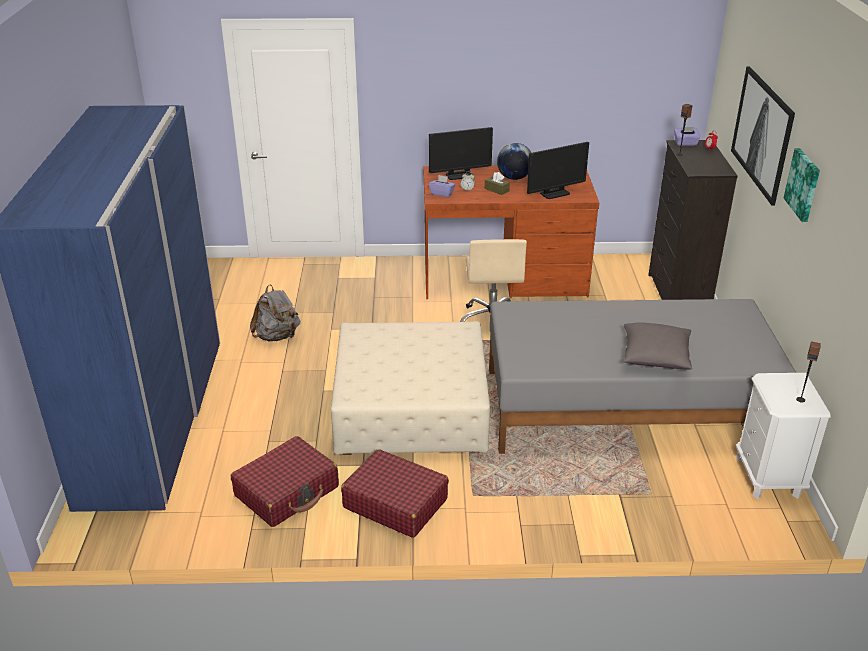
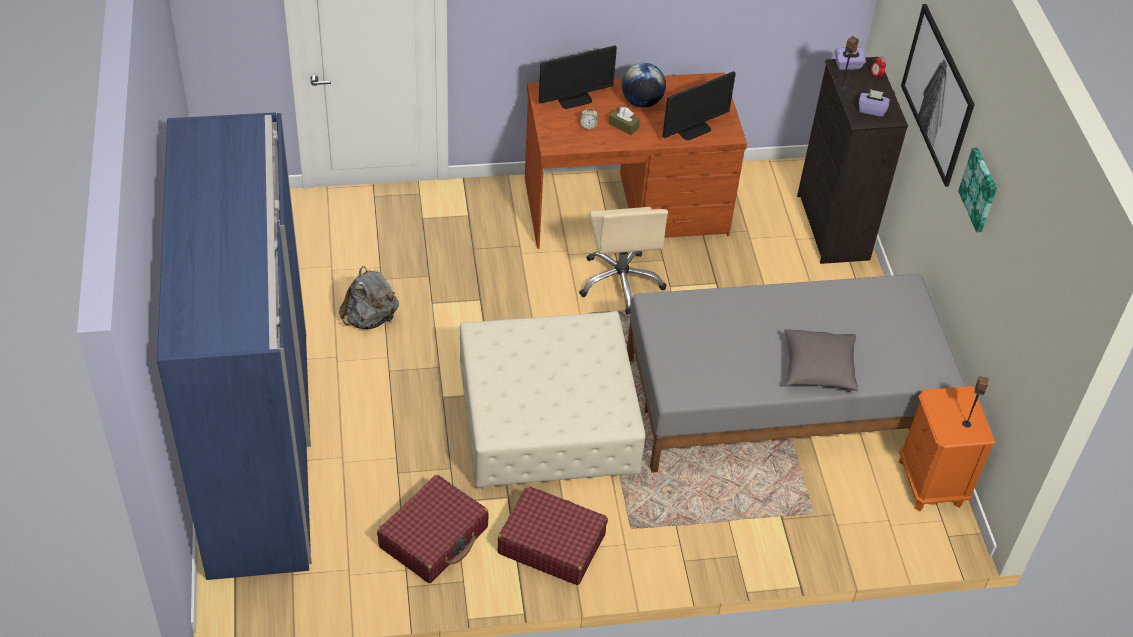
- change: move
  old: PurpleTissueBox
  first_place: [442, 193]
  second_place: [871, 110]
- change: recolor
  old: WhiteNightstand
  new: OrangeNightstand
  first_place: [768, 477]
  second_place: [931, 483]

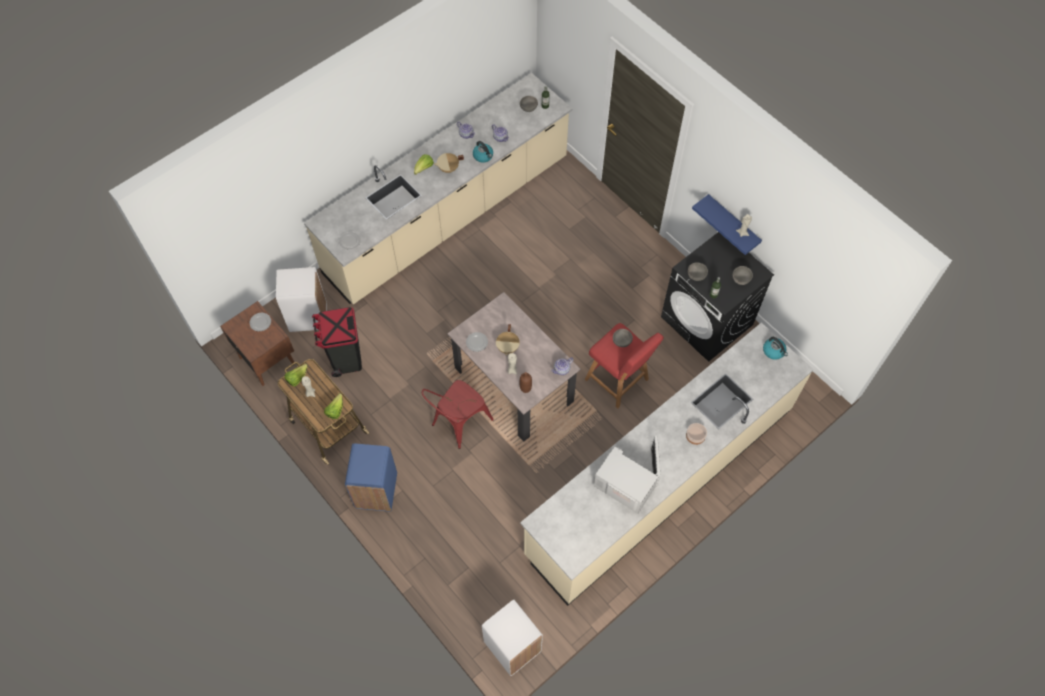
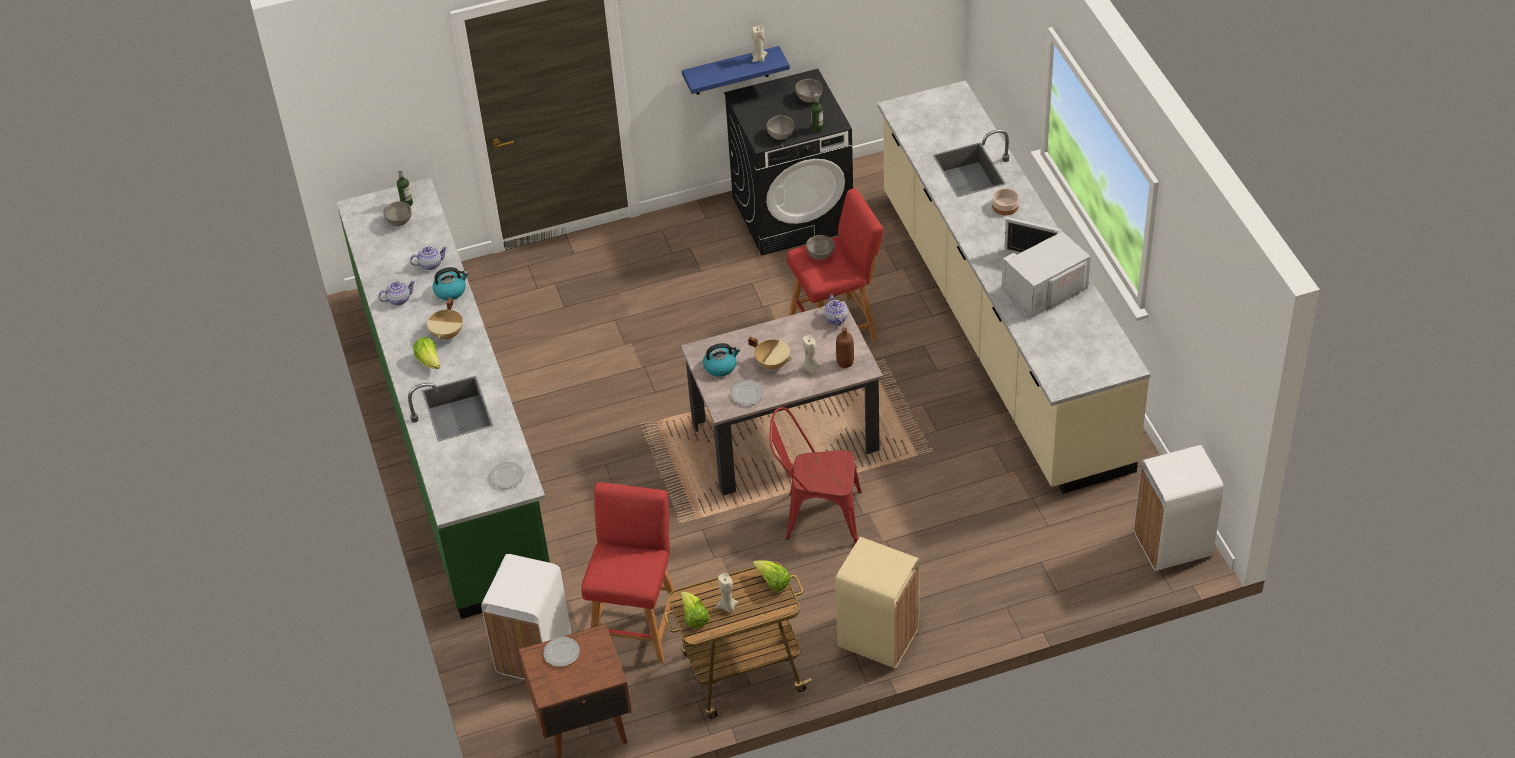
- change: recolor
  old: BeigeCounter
  new: GreenCounter
  first_place: [448, 216]
  second_place: [454, 436]
- change: replace
  old: BlackTrashCan
  new: RedStool
  first_place: [346, 358]
  second_place: [636, 623]
- change: move
  old: Kettle
  first_place: [774, 351]
  second_place: [720, 366]
- change: rotate
  old: RedChair
  first_place: [458, 424]
  second_place: [816, 516]
  degrees: 120
- change: recolor
  old: BlueTrashCan
  new: BeigeTrashCan
  first_place: [376, 491]
  second_place: [878, 639]

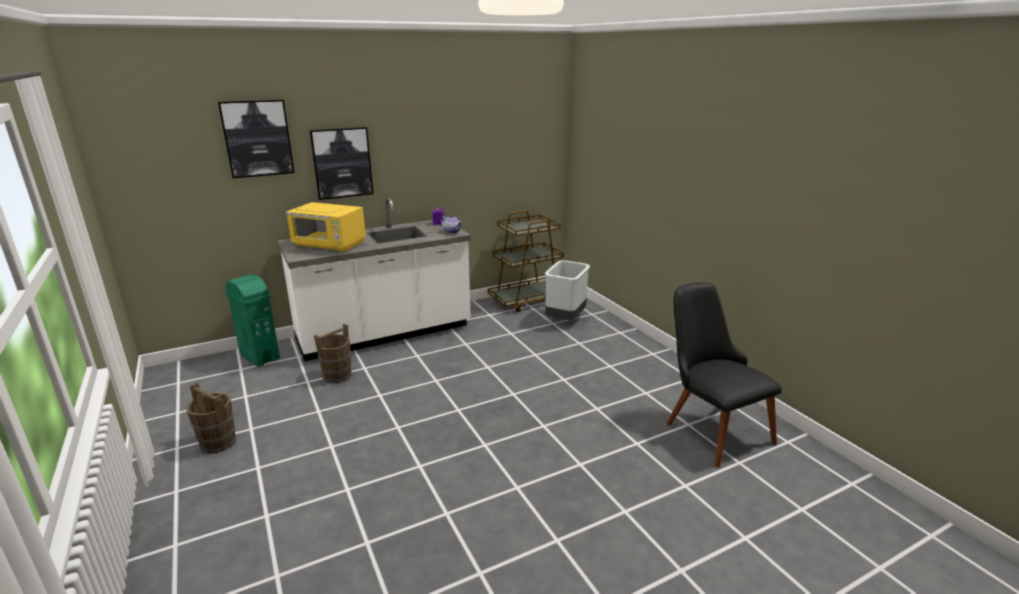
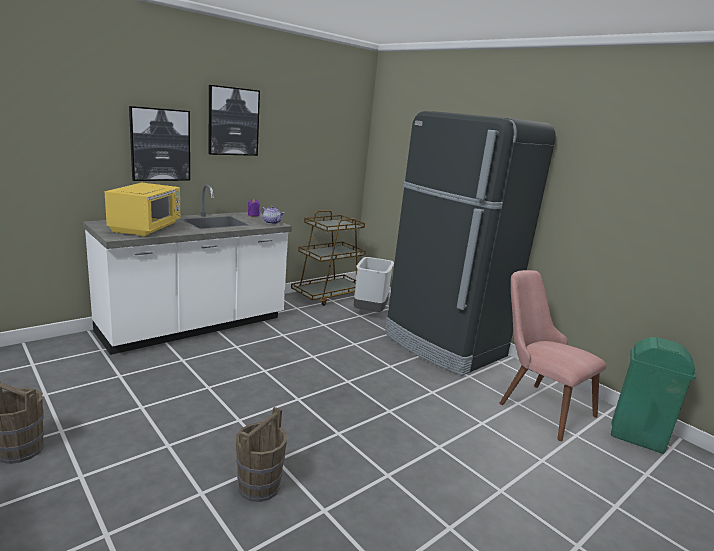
- change: rotate
  old: YellowMicrowave
  first_place: [329, 245]
  second_place: [147, 228]
  degrees: -90
- change: move
  old: Picture
  first_place: [257, 138]
  second_place: [233, 121]
- change: move
  old: BrownBucket
  first_place: [337, 375]
  second_place: [259, 486]
- change: insert
  new: BlackFridge
  second_place: [443, 346]
- change: recolor
  old: BlackChair
  new: PinkChair
  first_place: [709, 426]
  second_place: [536, 404]
- change: move
  old: GreenTrashCan
  first_place: [260, 356]
  second_place: [635, 437]

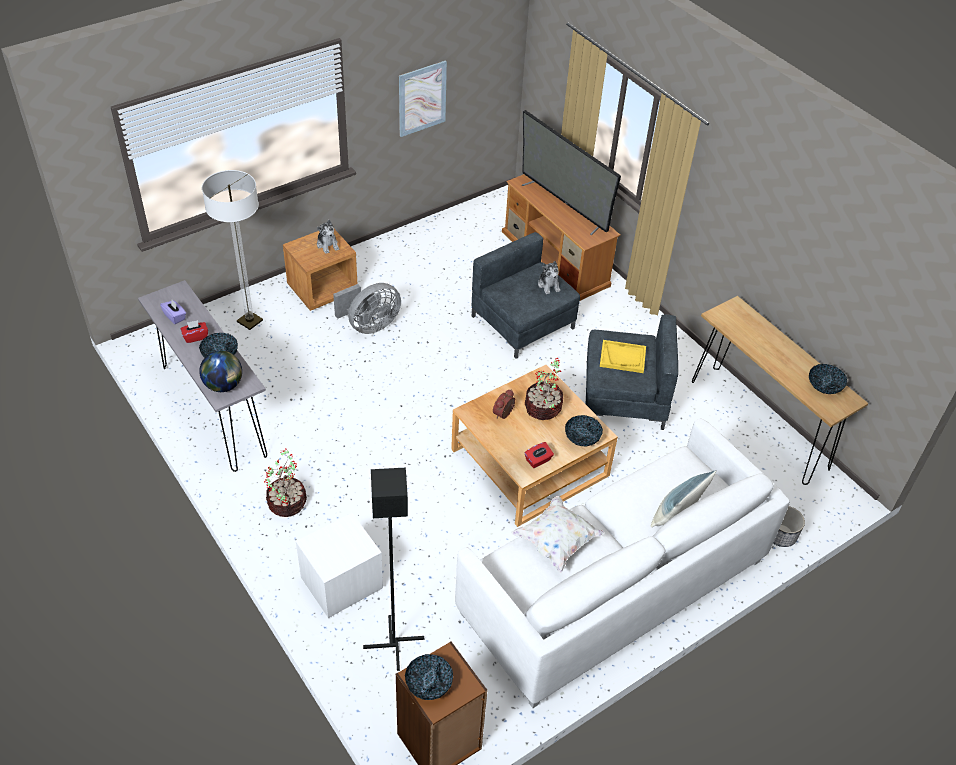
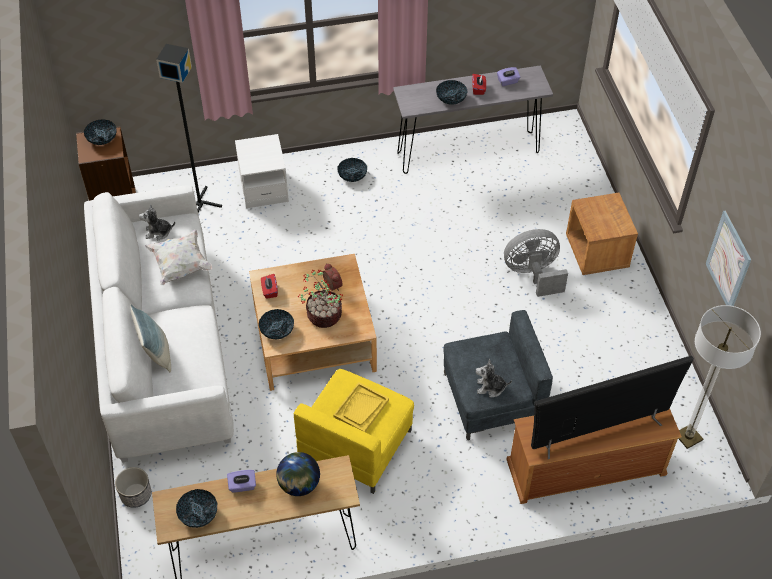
- change: move
  old: PlushToy
  first_place: [327, 245]
  second_place: [158, 232]
- change: insert
  new: PurpleTissueBox
  second_place: [242, 486]
- change: move
  old: Globe
  first_place: [224, 385]
  second_place: [299, 485]
- change: recolor
  old: GreyArmchair
  new: YellowArmchair
  first_place: [623, 395]
  second_place: [356, 444]
- change: replace
  old: PottedPlant
  new: Bowl
  first_place: [287, 502]
  second_place: [352, 175]
- change: rotate
  old: GreyFan
  first_place: [369, 325]
  second_place: [533, 274]
  degrees: 90
- change: move
  old: FloorLamp
  first_place: [250, 321]
  second_place: [688, 437]

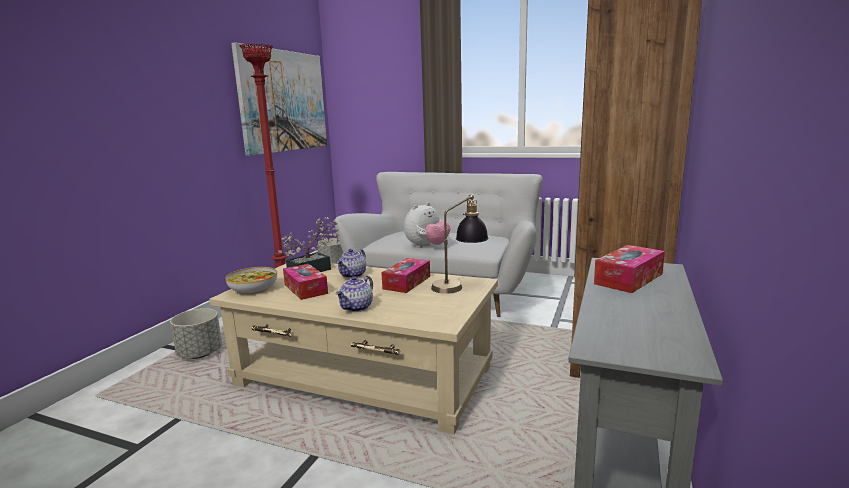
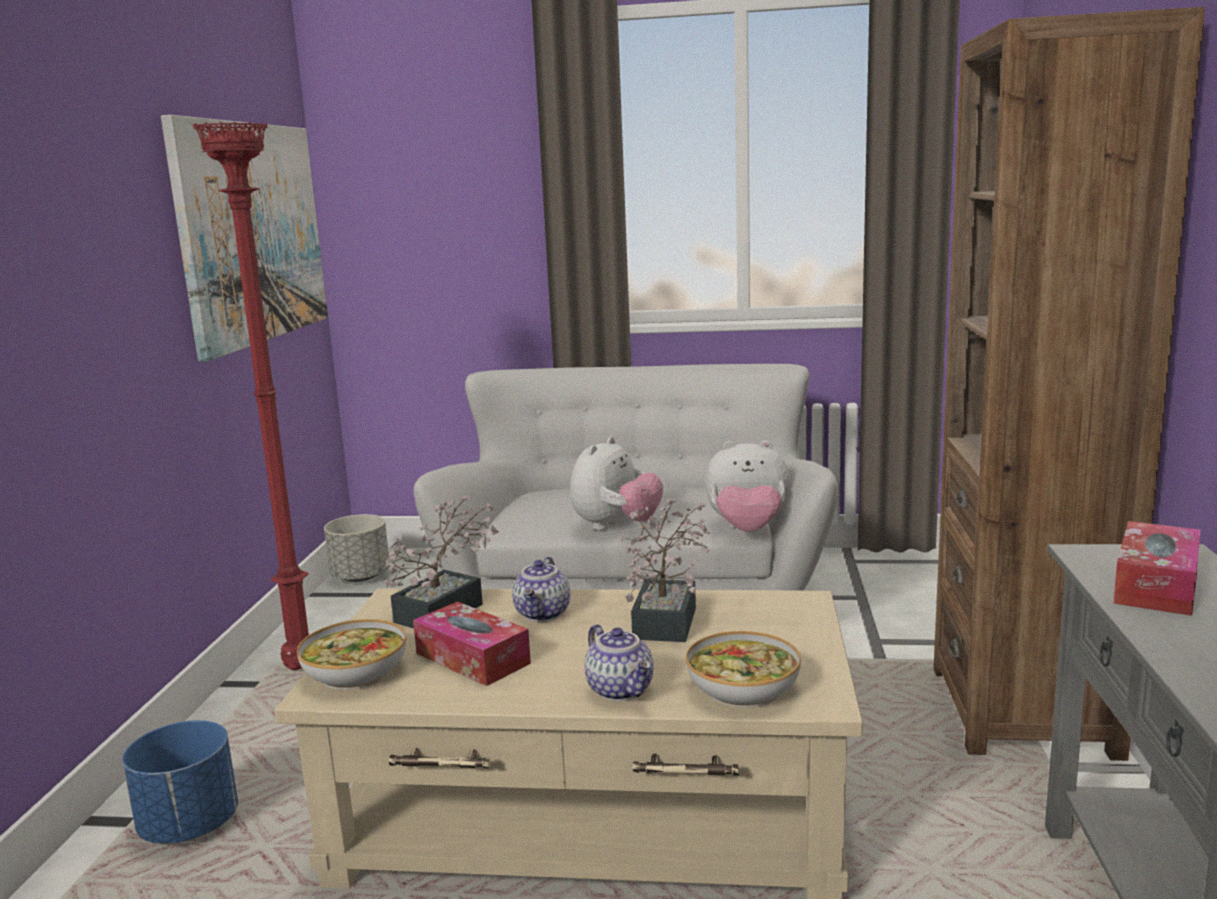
- change: recolor
  old: GreyPlanter
  new: BluePlanter
  first_place: [200, 354]
  second_place: [189, 826]
- change: rotate
  old: Teapot
  first_place: [357, 308]
  second_place: [622, 690]
  degrees: -45
- change: replace
  old: TissueBox
  new: PottedPlant
  first_place: [407, 282]
  second_place: [668, 618]
- change: insert
  new: Bowl
  second_place: [743, 688]
- change: insert
  new: PlushToy
  second_place: [748, 530]
- change: delete
  old: TableLamp
  first_place: [459, 286]

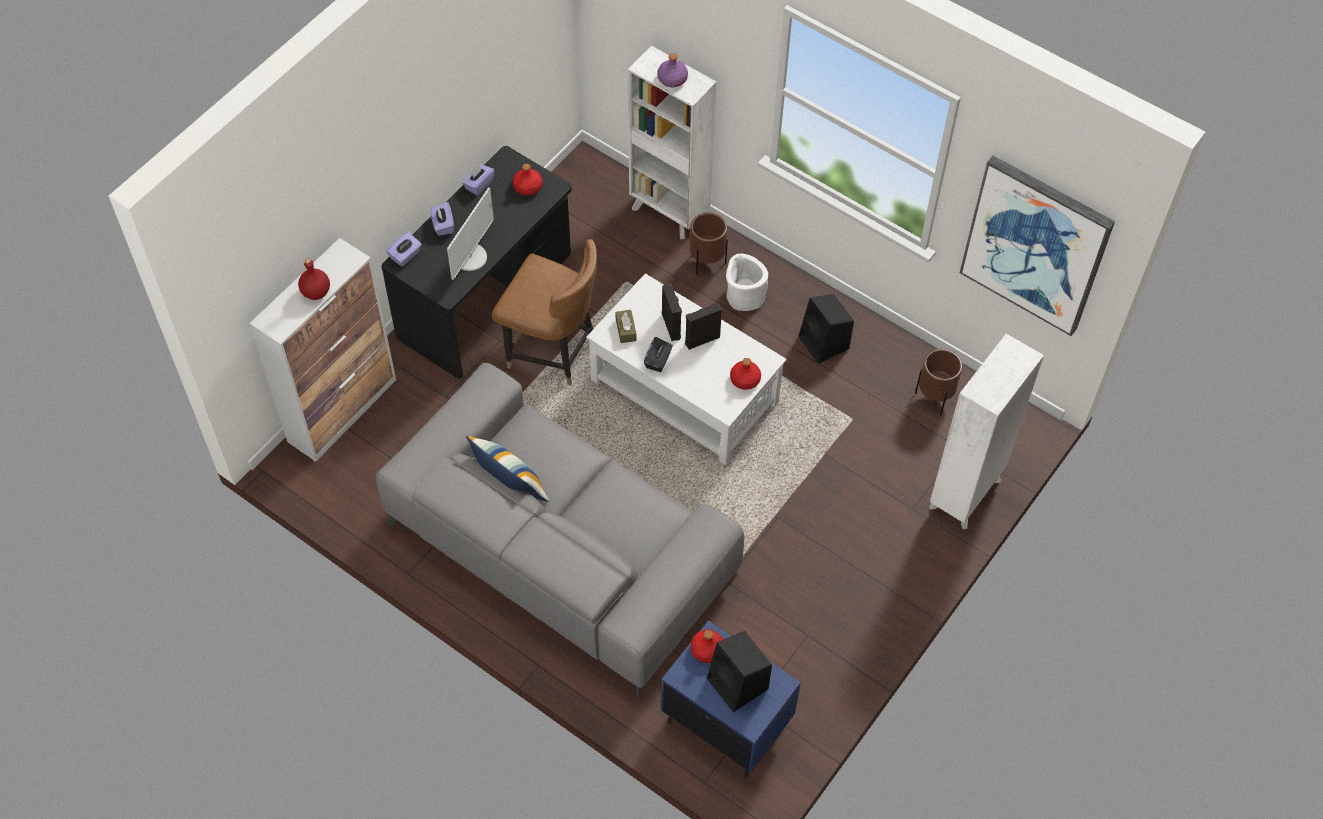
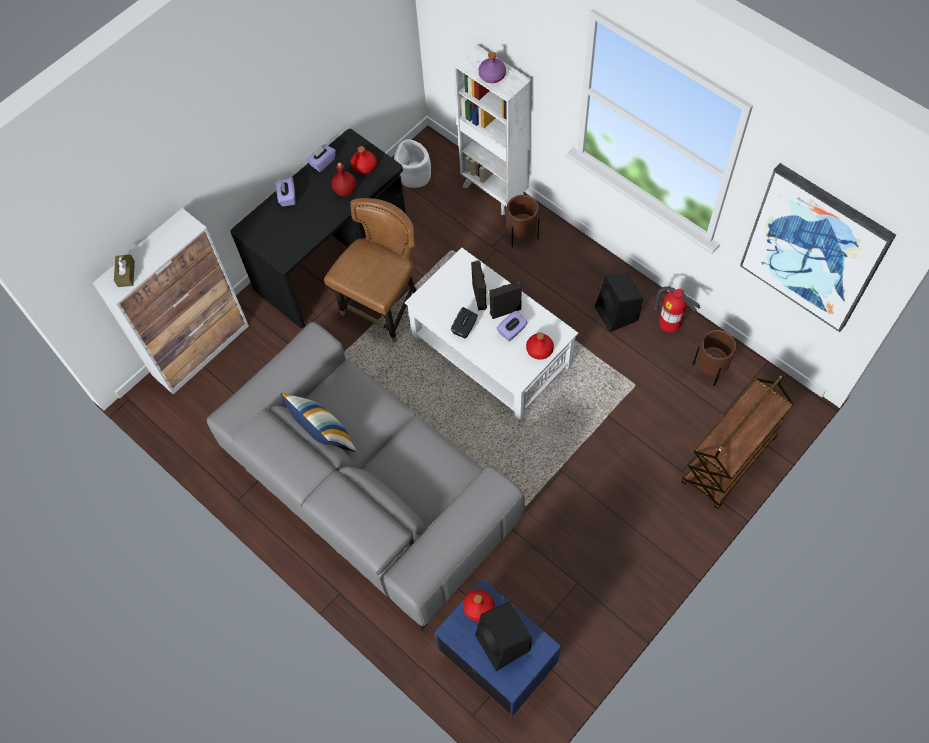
- change: move
  old: BrownTissueBox
  first_place: [625, 330]
  second_place: [126, 274]
- change: rotate
  old: BrownChair
  first_place: [553, 351]
  second_place: [383, 308]
  degrees: -90
- change: move
  old: RedBottle
  first_place: [315, 292]
  second_place: [345, 190]
- change: move
  old: WhitePlanter
  first_place: [744, 296]
  second_place: [414, 176]
- change: move
  old: PurpleTissueBox
  first_place: [405, 256]
  second_place: [512, 331]
- change: insert
  new: FireExtinguisher
  second_place: [669, 326]
- change: replace
  old: WhiteBookcase
  new: BrownCart
  first_place: [964, 495]
  second_place: [728, 461]
- change: delete
  old: Monitor
  first_place: [470, 257]

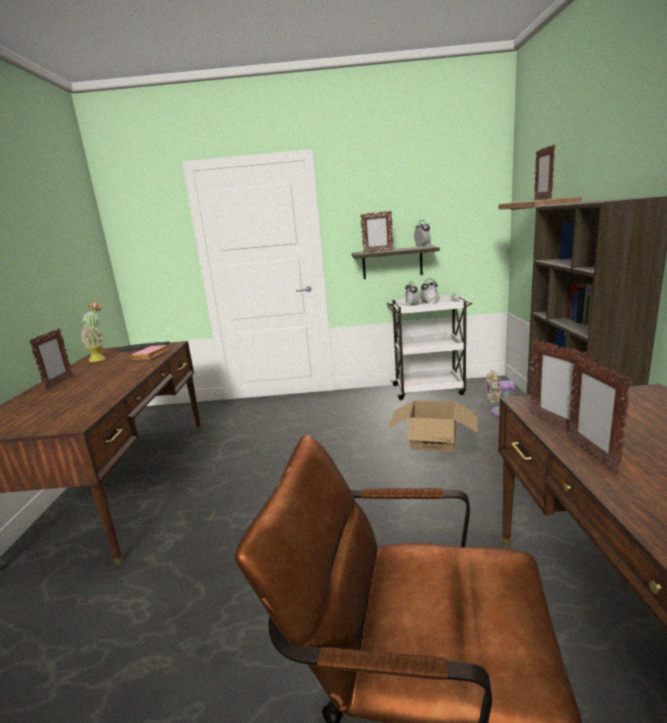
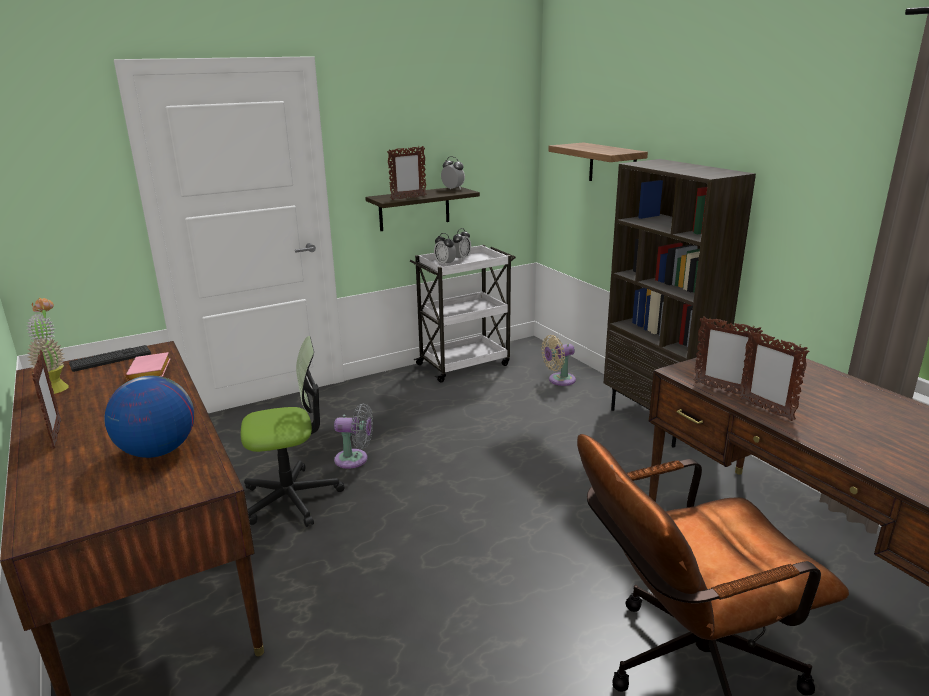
- change: insert
  new: Globe
  second_place: [157, 451]
- change: insert
  new: OfficeChair
  second_place: [291, 498]
- change: insert
  new: GreyFan
  second_place: [355, 459]
- change: delete
  old: CardboardBox
  first_place: [434, 440]
- change: delete
  old: PictureFrame
  first_place: [542, 199]

